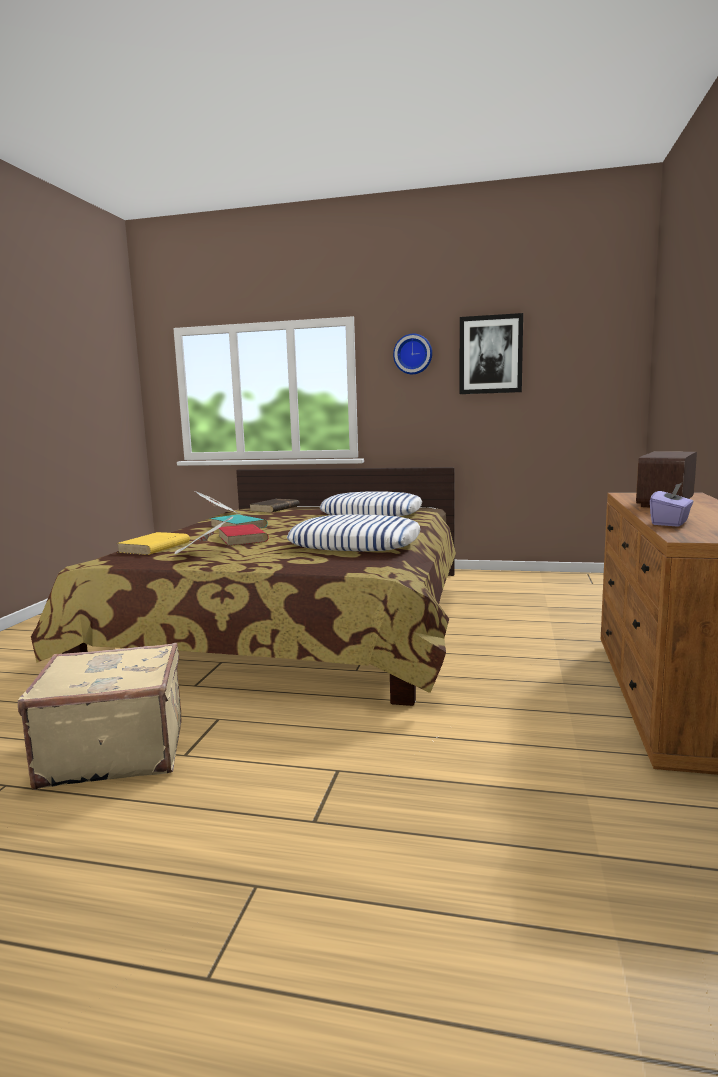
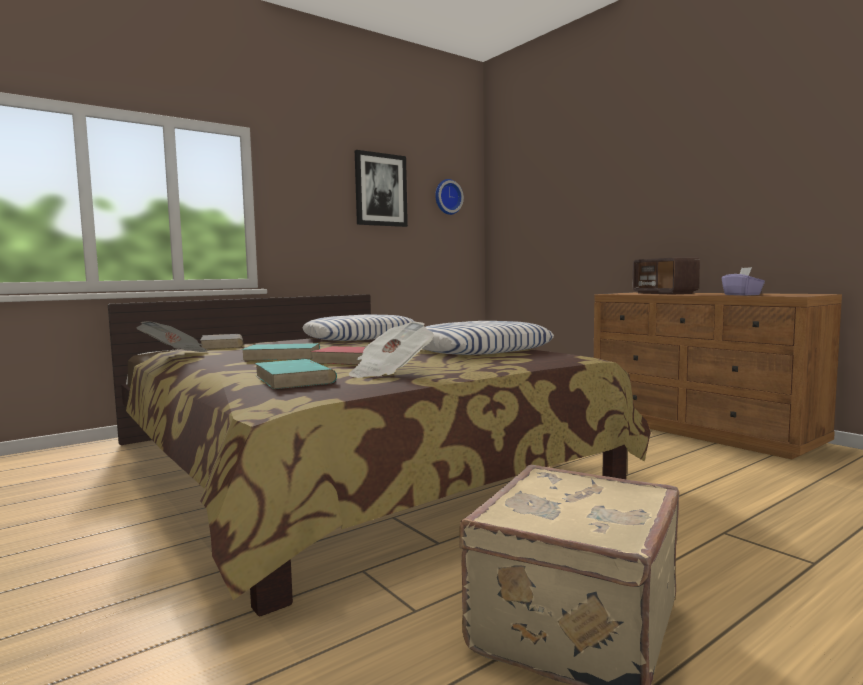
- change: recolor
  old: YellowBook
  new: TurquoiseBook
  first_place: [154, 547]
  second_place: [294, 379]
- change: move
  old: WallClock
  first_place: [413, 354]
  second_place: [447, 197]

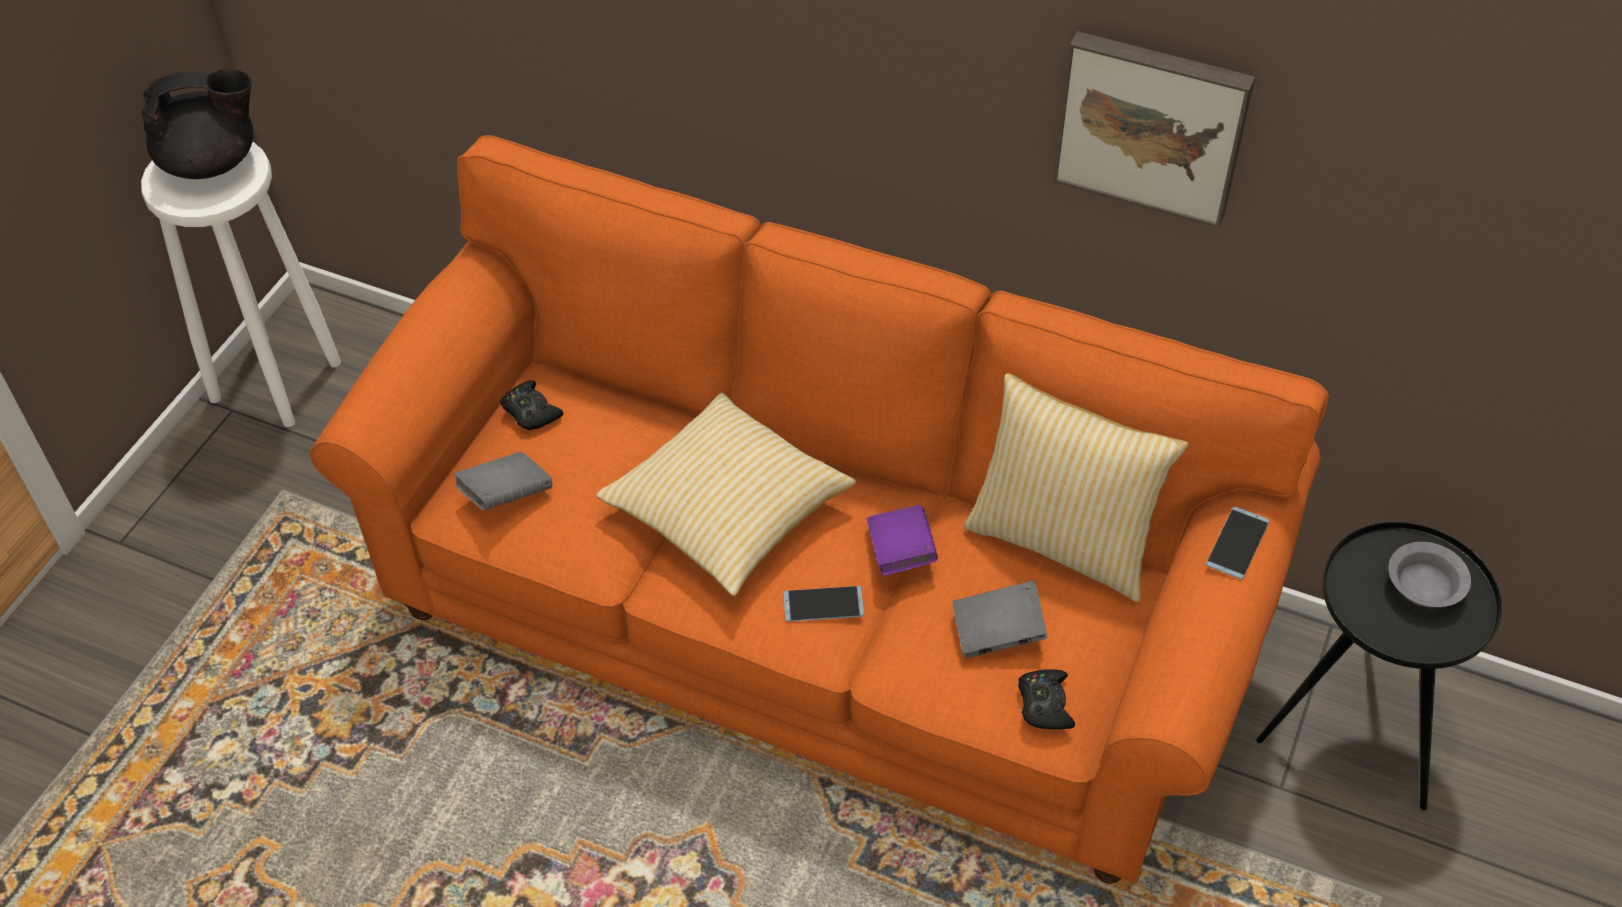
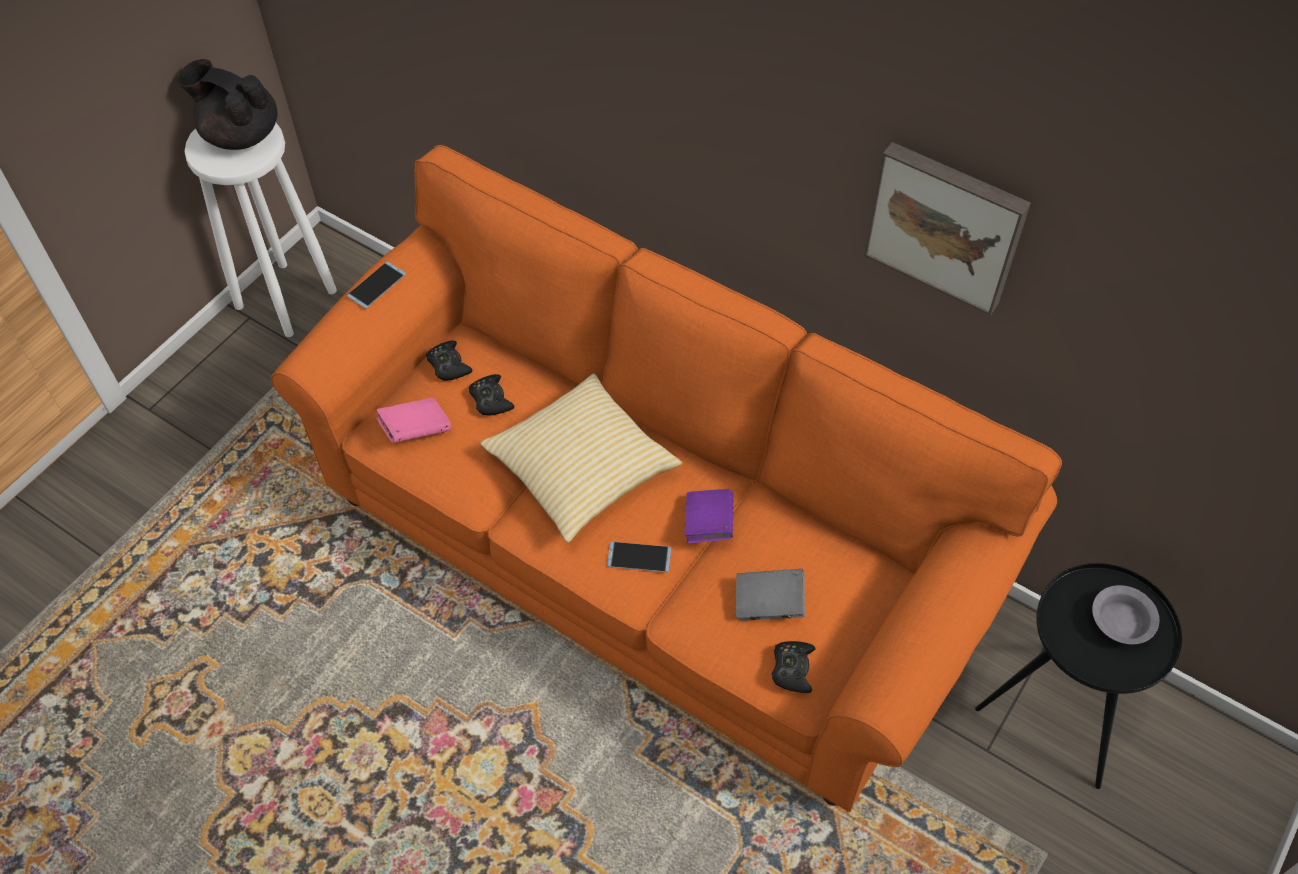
- change: rotate
  old: BlackTeapot
  first_place: [212, 162]
  second_place: [241, 134]
  degrees: -150
- change: move
  old: Phone
  first_place: [1237, 543]
  second_place: [376, 285]
- change: recolor
  old: GreyBook
  new: PinkBook
  first_place: [506, 495]
  second_place: [416, 430]
- change: insert
  new: BlackGameController
  second_place: [491, 399]
- change: delete
  old: Pillow
  first_place: [1063, 540]

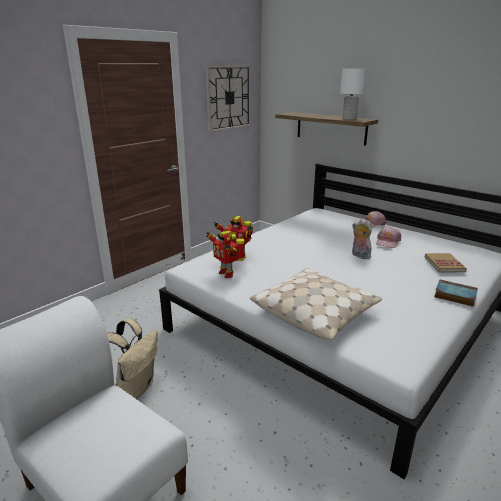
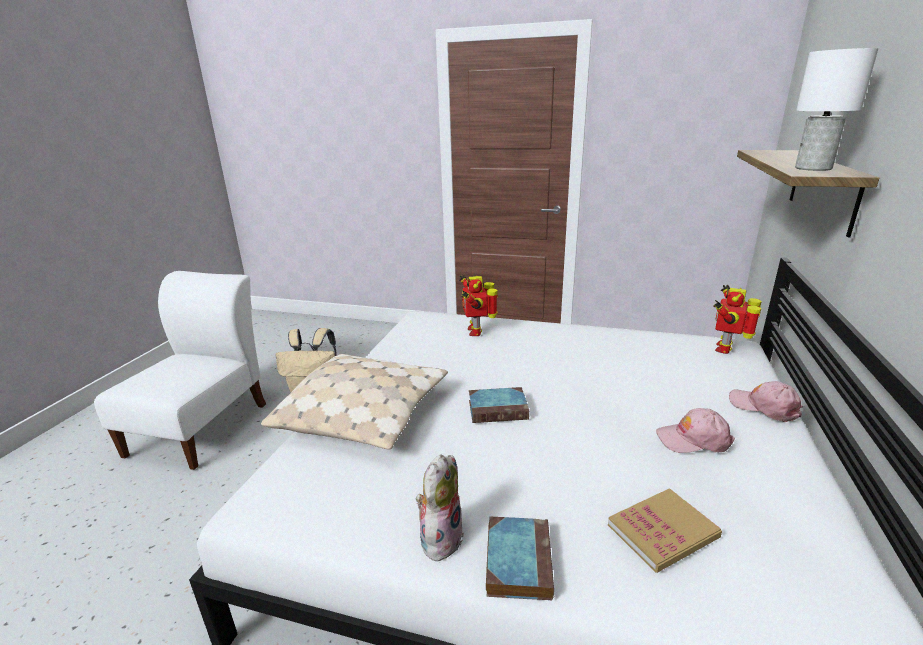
- change: move
  old: PlushToy
  first_place: [359, 255]
  second_place: [440, 538]
- change: insert
  new: Book
  second_place: [499, 409]
- change: move
  old: ToyRobot
  first_place: [227, 273]
  second_place: [725, 348]
- change: delete
  old: WallClock
  first_place: [228, 97]

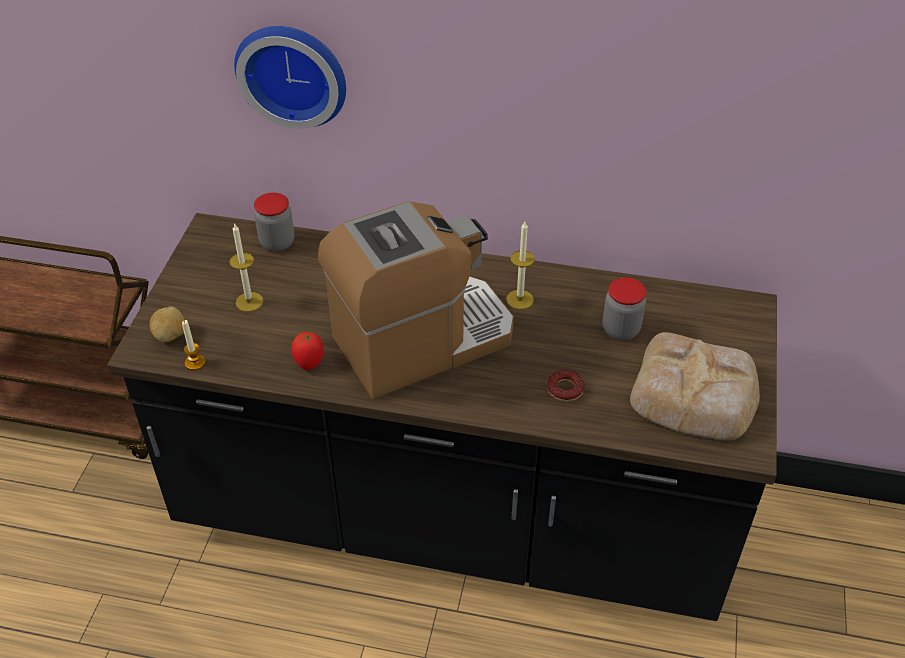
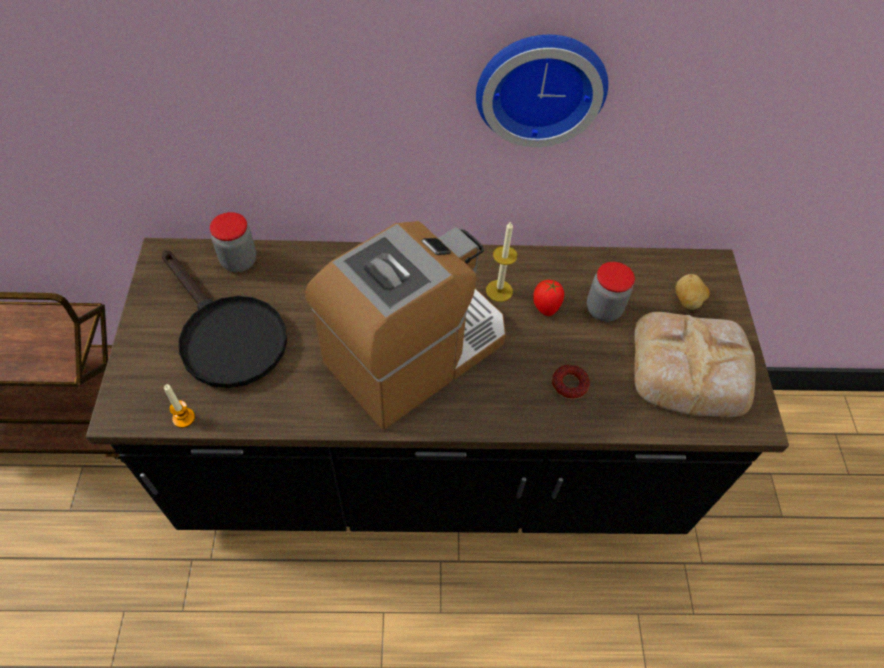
- change: replace
  old: Candle
  new: BlackFryingPan
  first_place: [249, 302]
  second_place: [225, 335]
- change: move
  old: WallClock
  first_place: [293, 72]
  second_place: [540, 85]
- change: move
  old: Tomato
  first_place: [309, 362]
  second_place: [545, 307]
- change: move
  old: Potato
  first_place: [171, 336]
  second_place: [687, 301]

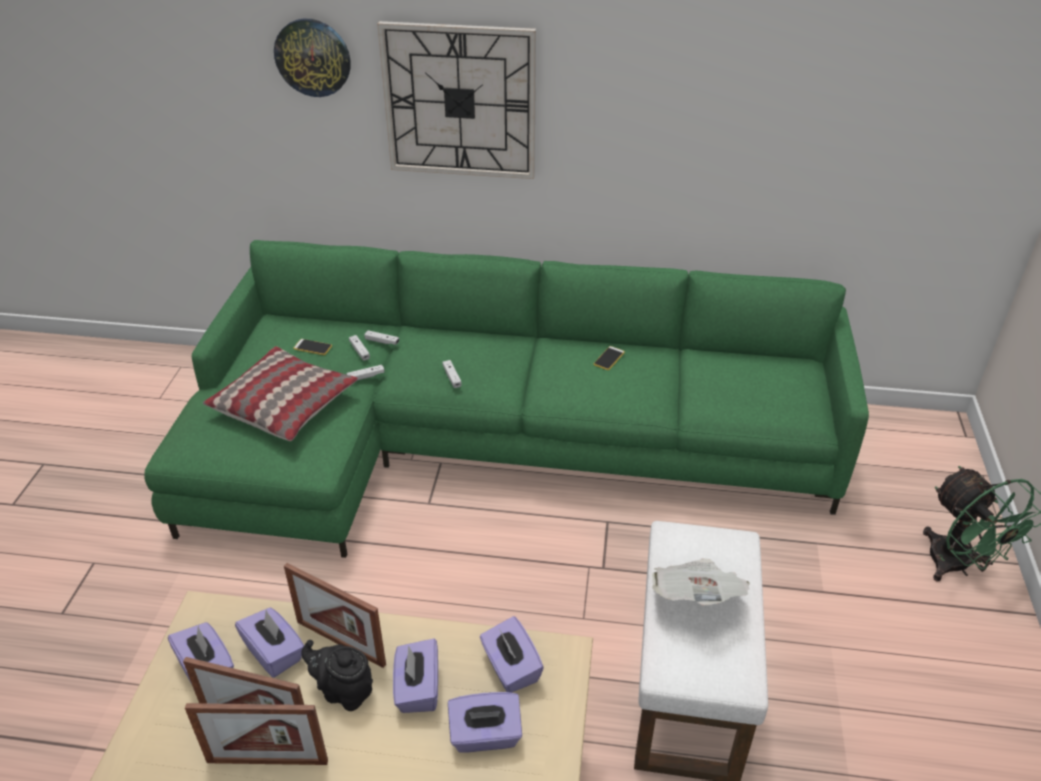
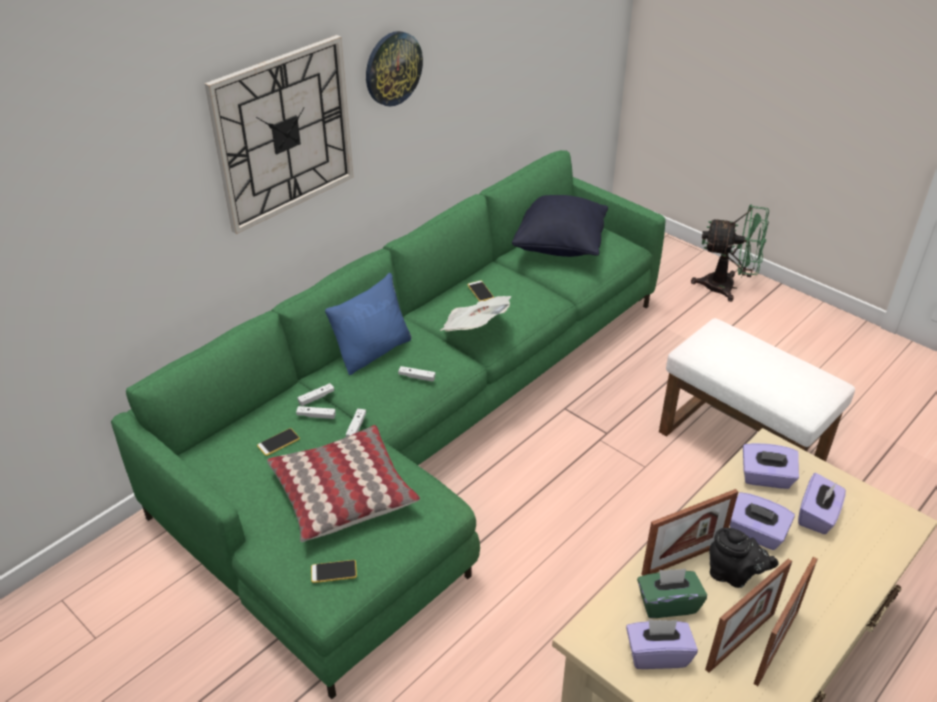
- change: insert
  new: Phone
  second_place: [334, 572]
- change: insert
  new: BluePillow
  second_place: [373, 351]
- change: move
  old: WallClock
  first_place: [313, 57]
  second_place: [392, 68]
- change: move
  old: Newspaper
  first_place: [696, 598]
  second_place: [474, 328]
- change: insert
  new: BlackPillow
  second_place: [559, 246]
- change: recolor
  old: PurpleTissueBox
  new: GreenTissueBox
  first_place: [274, 653]
  second_place: [667, 603]
- change: rotate
  old: BlackTeapot
  first_place: [344, 691]
  second_place: [733, 575]
  degrees: -120

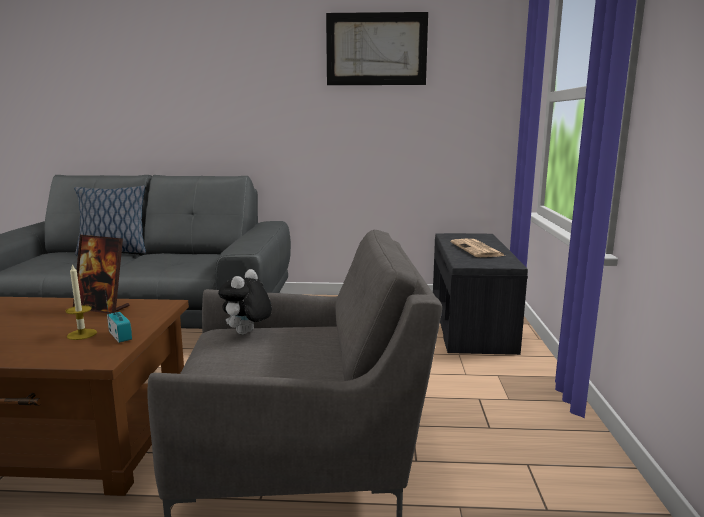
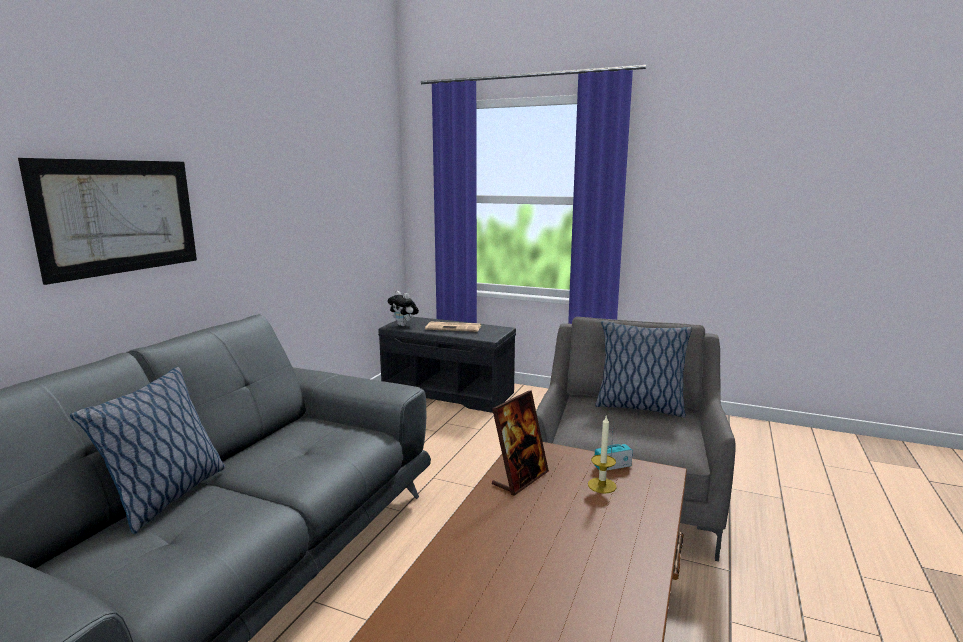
- change: move
  old: Picture
  first_place: [376, 49]
  second_place: [119, 216]
- change: move
  old: PlushToy
  first_place: [247, 333]
  second_place: [404, 325]
- change: insert
  new: Pillow
  second_place: [638, 407]

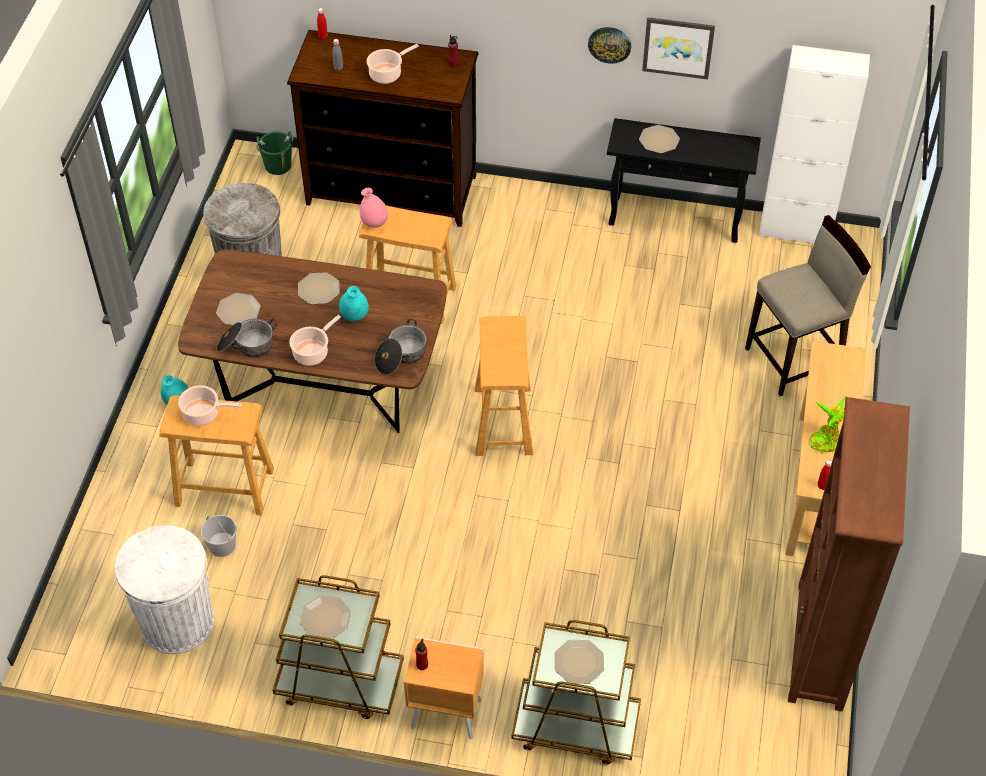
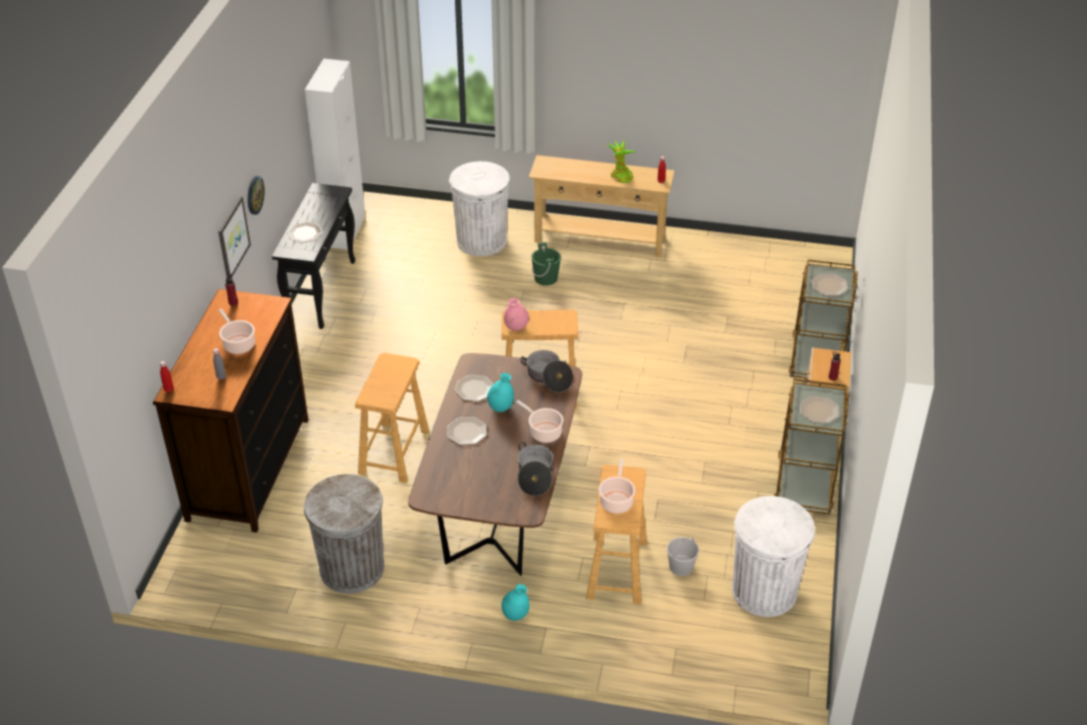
- change: move
  old: Picture
  first_place: [678, 47]
  second_place: [232, 238]
- change: replace
  old: BeigeStool
  new: WhiteTrashCan
  first_place: [794, 360]
  second_place: [481, 241]
- change: move
  old: Plate
  first_place: [238, 311]
  second_place: [474, 389]
- change: move
  old: PinkVase
  first_place: [374, 223]
  second_place: [516, 328]
- change: move
  old: GreenBucket
  first_place: [278, 166]
  second_place: [546, 278]
- change: delete
  old: BrownBookcase
  first_place: [820, 646]

